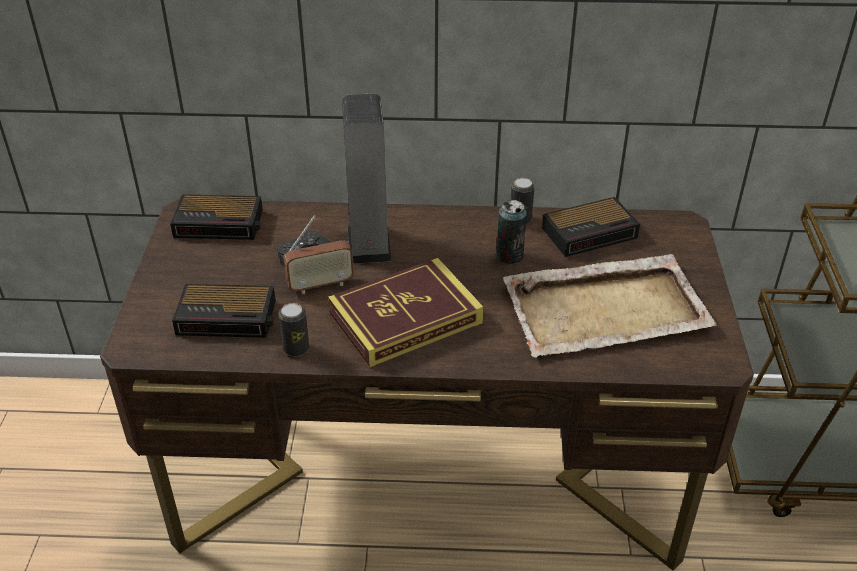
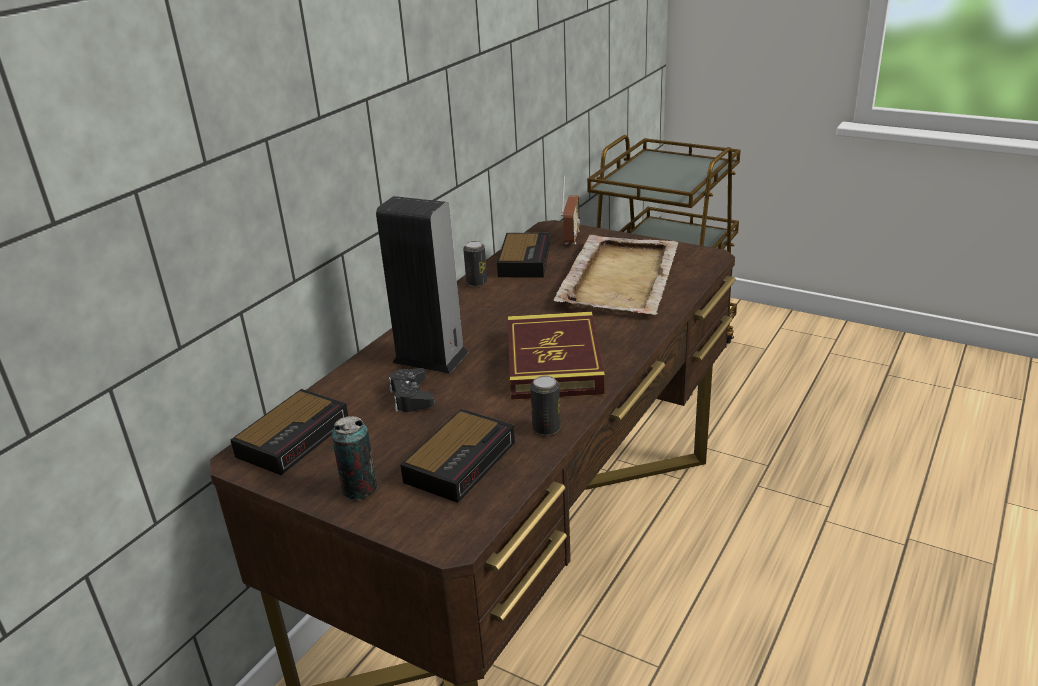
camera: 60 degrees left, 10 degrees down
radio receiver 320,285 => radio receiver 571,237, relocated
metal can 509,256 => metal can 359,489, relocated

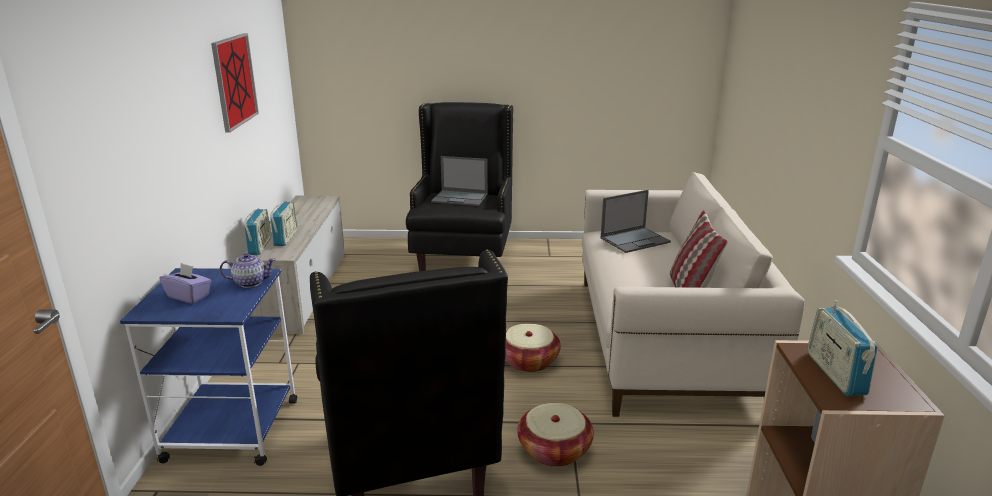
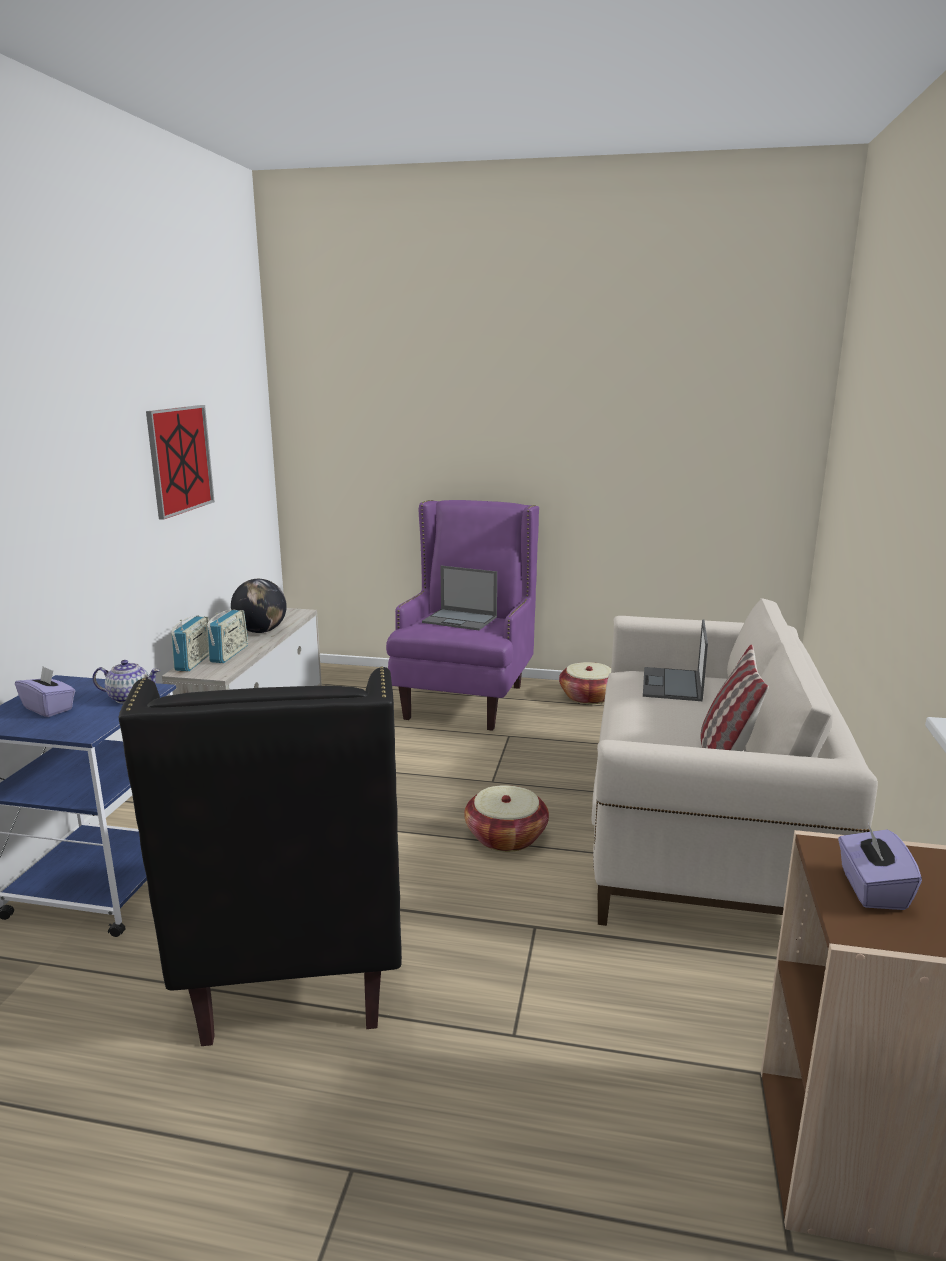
camera: 10 degrees right, 5 degrees down
nothing => world globe 261,631
storage basket 554,450 => storage basket 588,697, relocated
radio receiver 835,374 => purple tissue holder 871,889
blackish easy chair 463,260 => purple easy chair 465,701
laptop 635,240 => laptop 672,685, 120 degrees clockwise

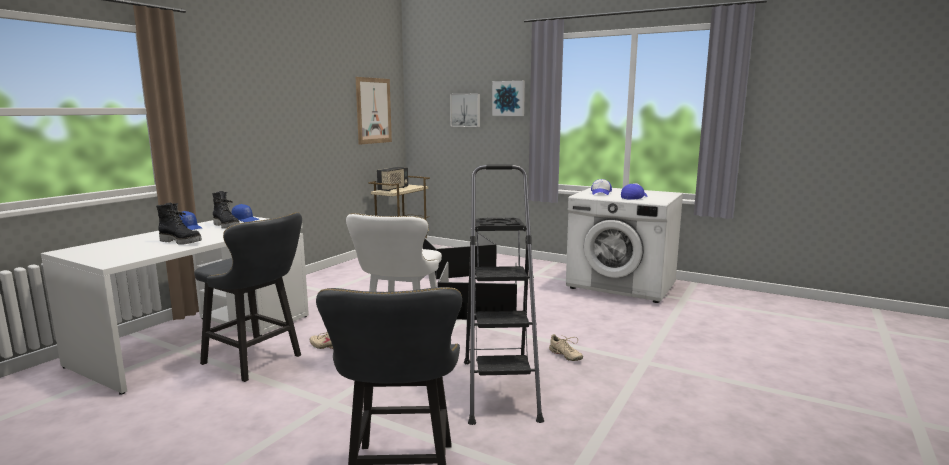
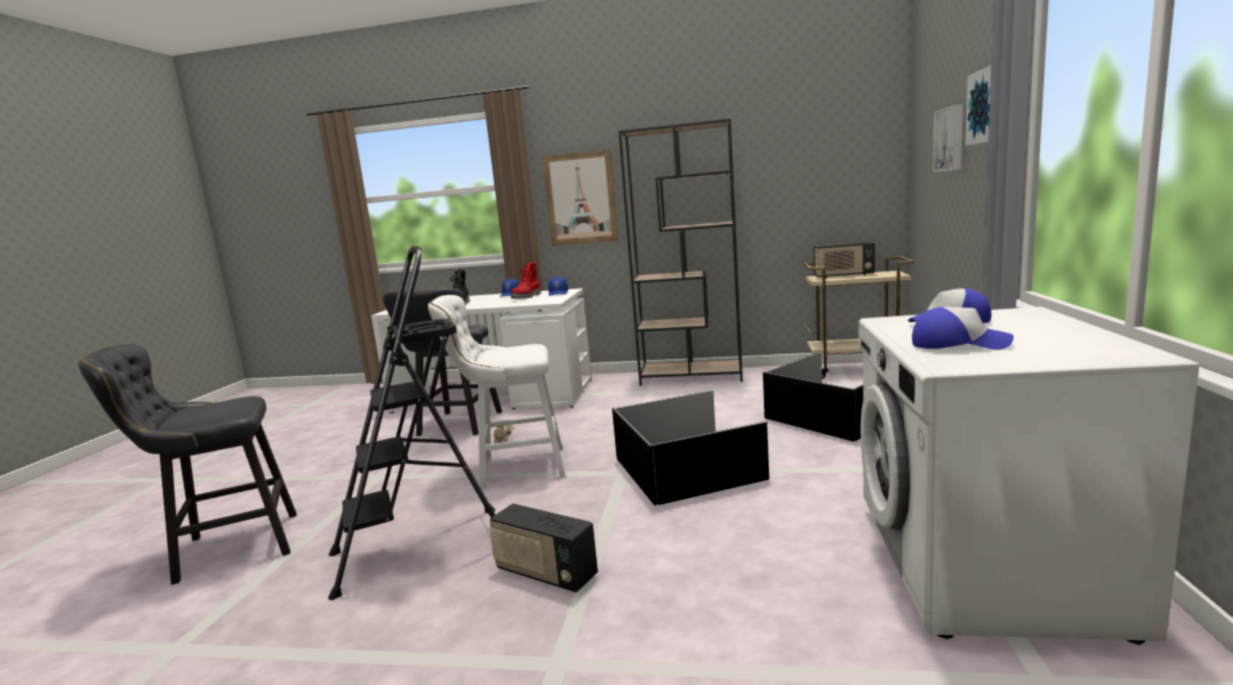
camera: 70 degrees right, 0 degrees up
nothing => bookcase 692,376
wall art 373,110 => wall art 580,198, relocated
beige item of footwear 565,355 => radio receiver 545,574
blackish boot 227,226 => red-coloured boot 527,297

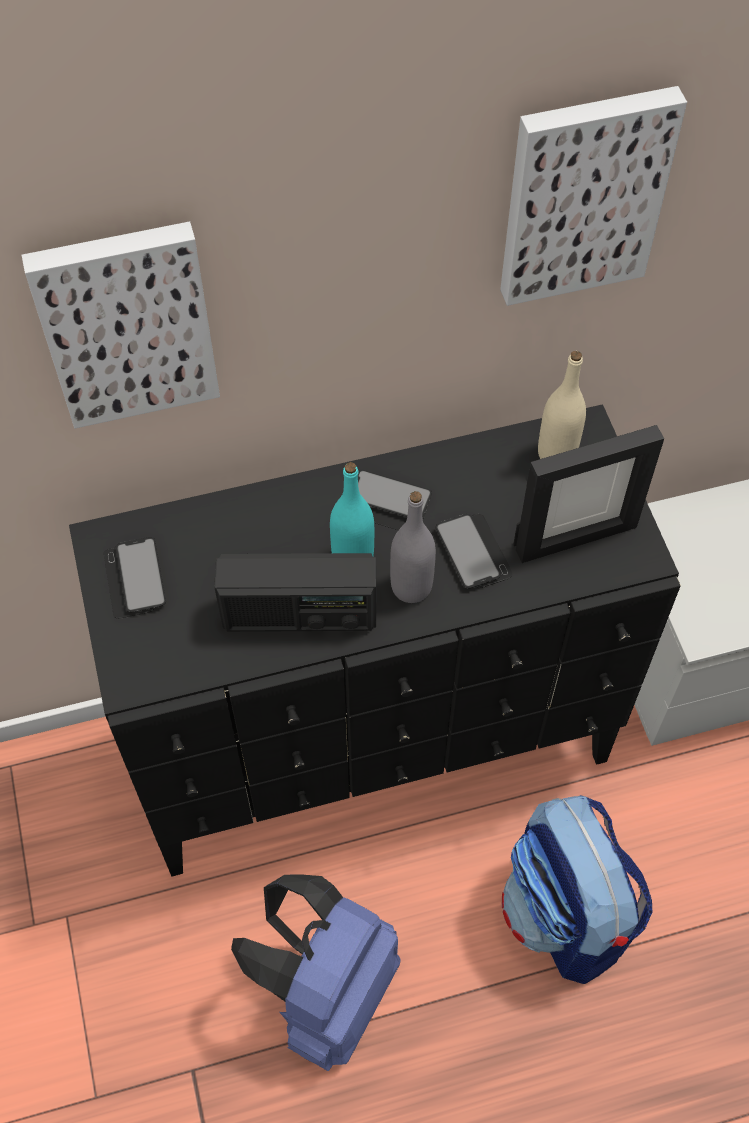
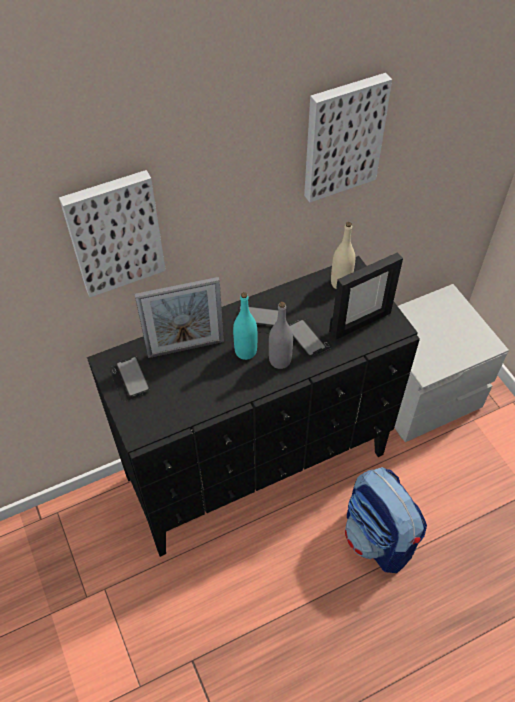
camera: 10 degrees left, 5 degrees down
radio receiver 299,614 => nothing
bluish backpack 326,991 => nothing
nothing => picture frame 185,348

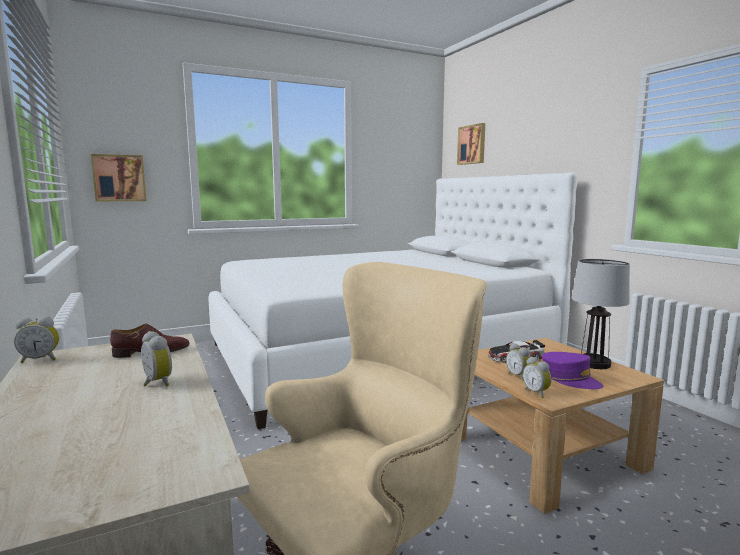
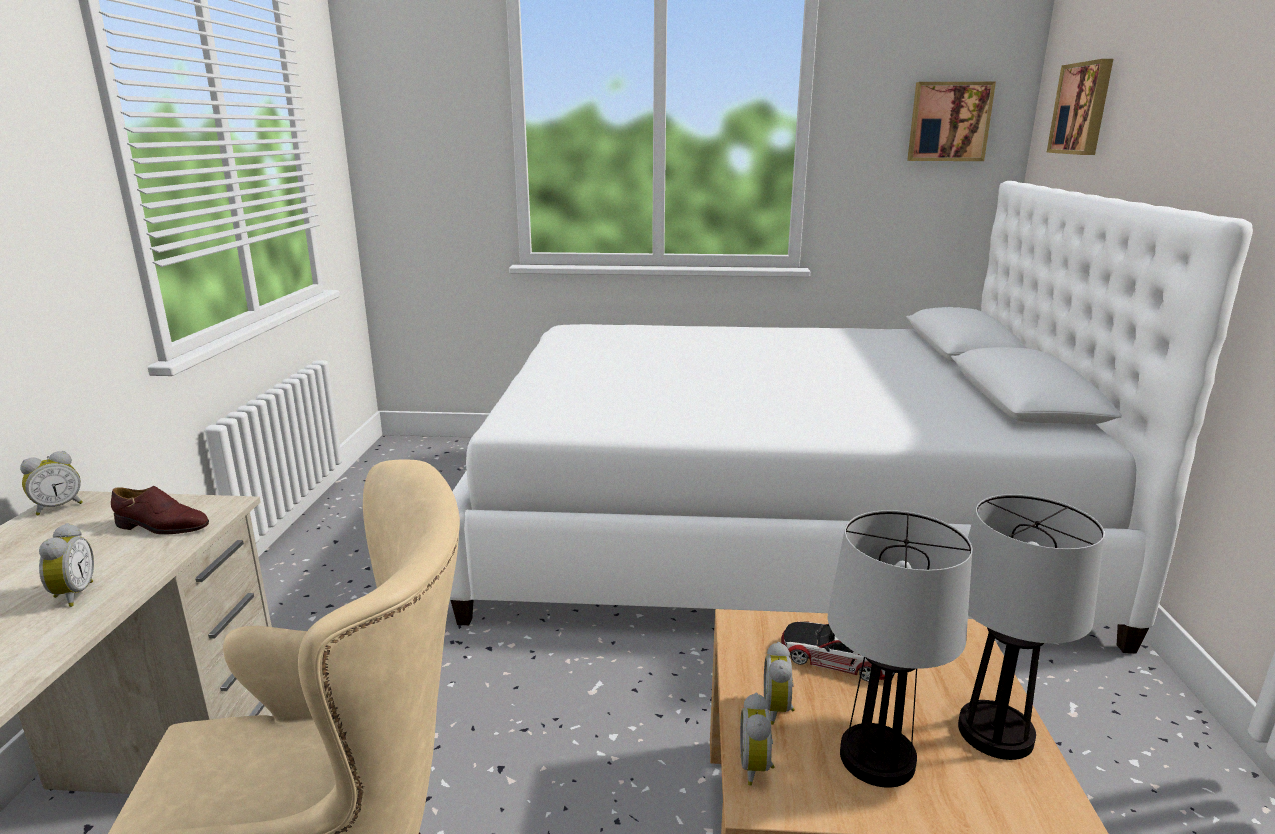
camera: 30 degrees right, 10 degrees up
wall art 119,178 => wall art 949,122, relocated
purple cap 570,379 => lamp for a table 877,757
bedside clock 40,359 => bedside clock 58,507, 60 degrees counterclockwise

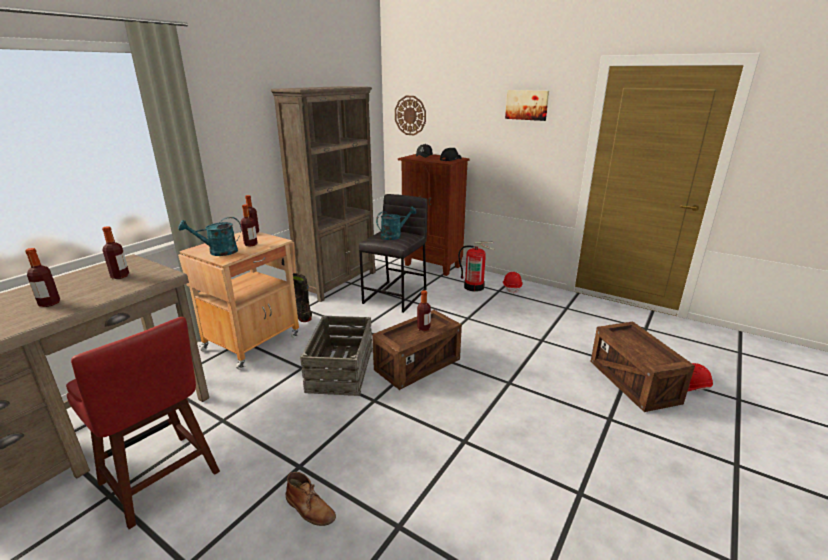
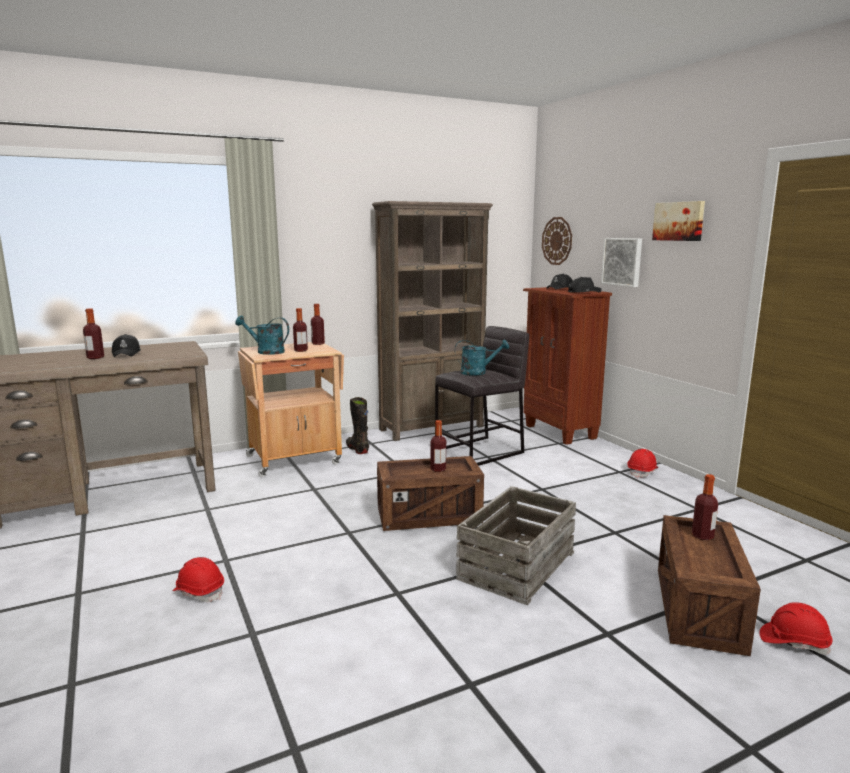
camera: 30 degrees right, 10 degrees down
red-coloured plain chair 162,481 => nothing
fire-fighting cylinder 474,287 => nothing
nothing => blackish cap 127,353
nothing => wall art 622,261
beverage bottle 120,276 => beverage bottle 702,536, relocated
packing crate 340,369 => packing crate 516,565, relocated
brownish boot 310,508 => red-coloured work helmet 199,592

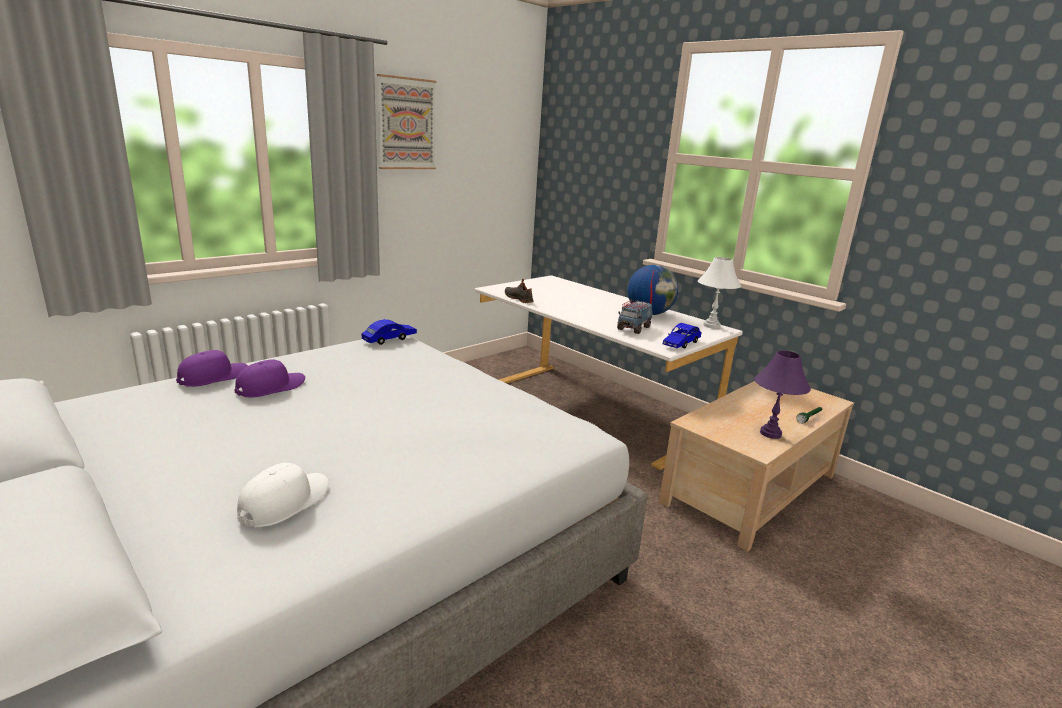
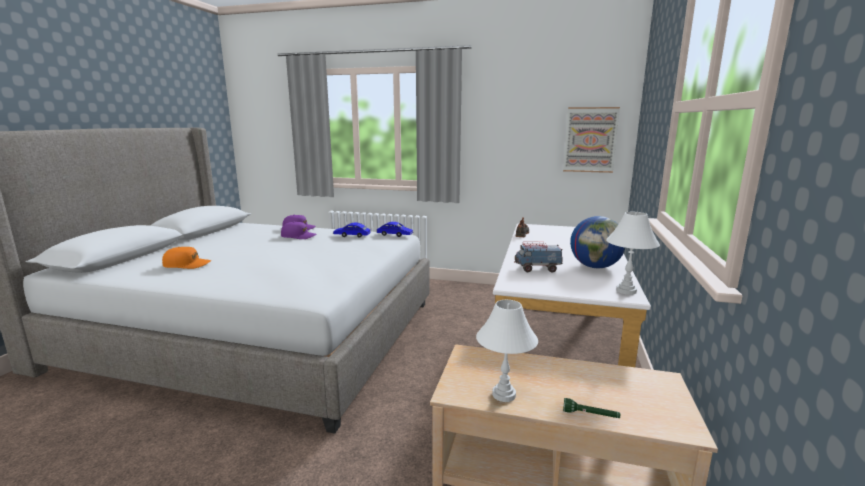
camera: 60 degrees right, 5 degrees down
wall art 406,124 => wall art 590,140, relocated
bluish miniature car 681,344 => bluish miniature car 352,235, relocated
white-coloured cap 285,502 => orange cap 187,265
purple lamp for a table 771,433 => white-coloured lamp for a table 504,395

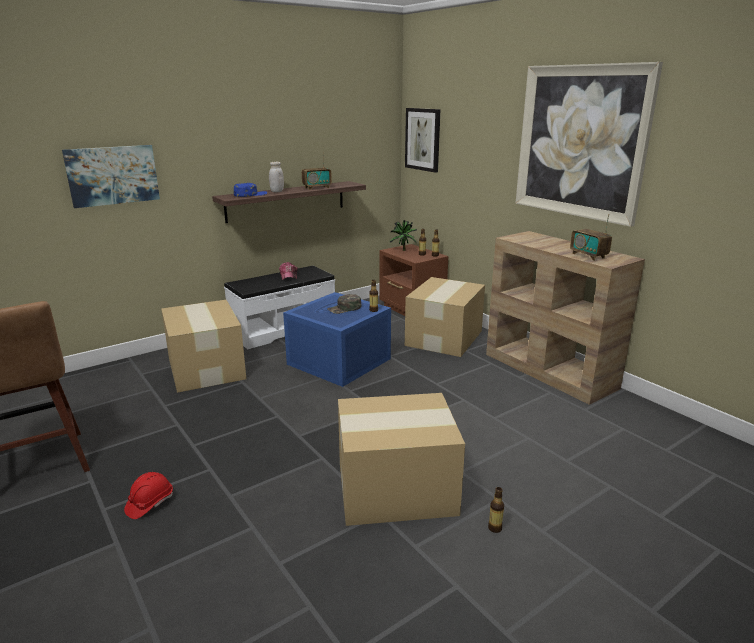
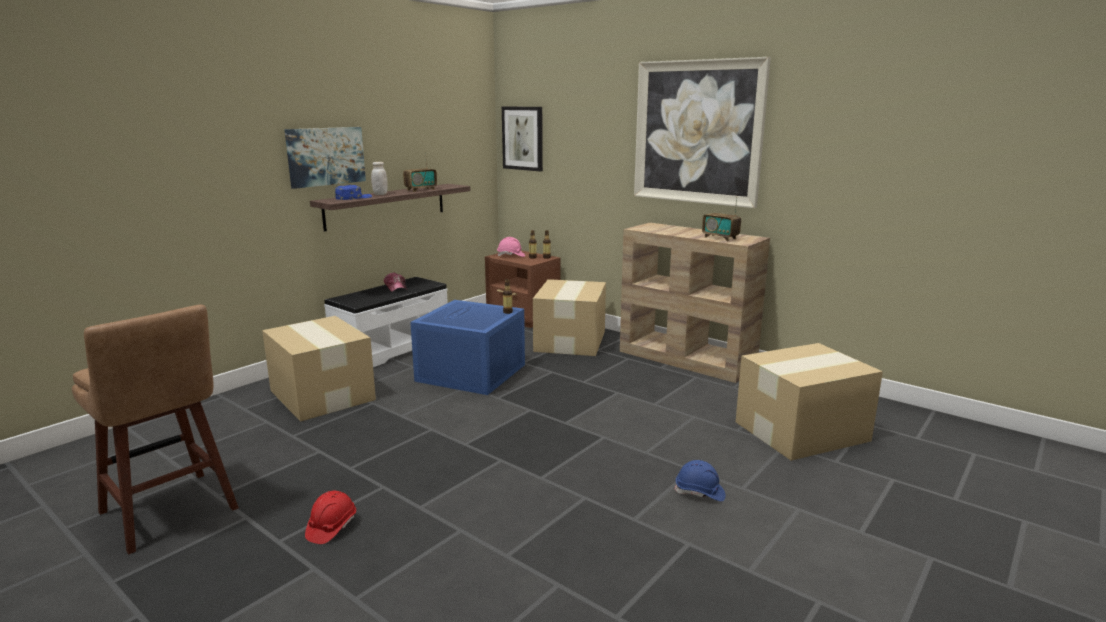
camera: 15 degrees left, 5 degrees down
greenish cap 344,308 => nothing
wall art 112,175 => wall art 326,156, relocated
carton 398,489 => carton 803,431, relocated
houseplant 403,251 => pink work helmet 511,256
beverage bottle 495,528 => bluish work helmet 699,493

